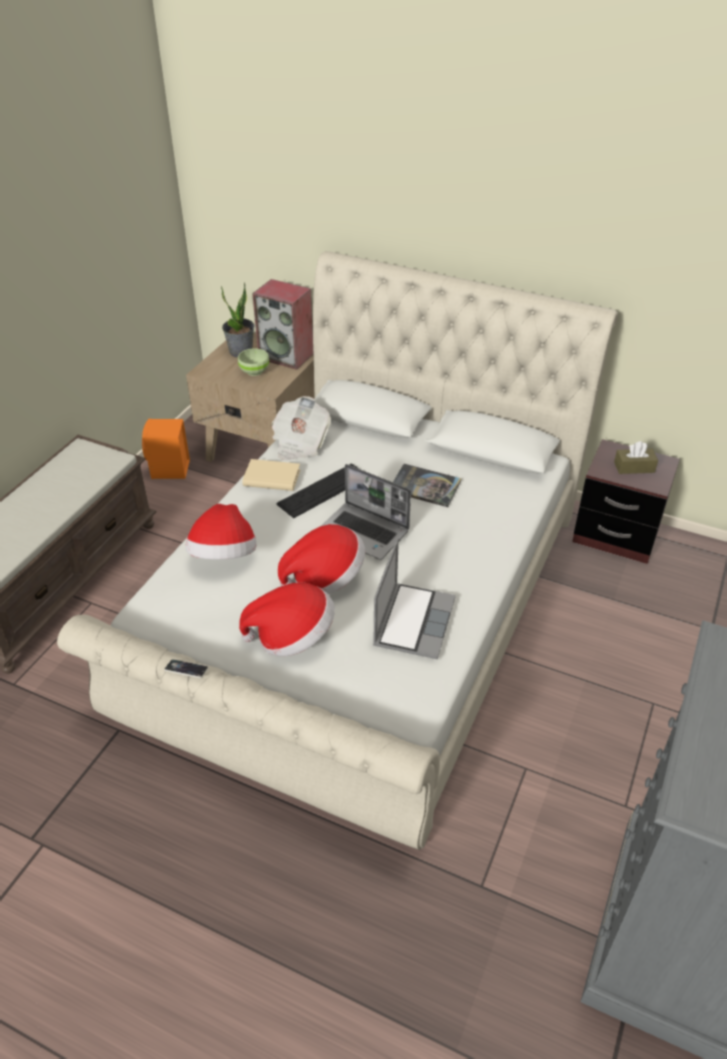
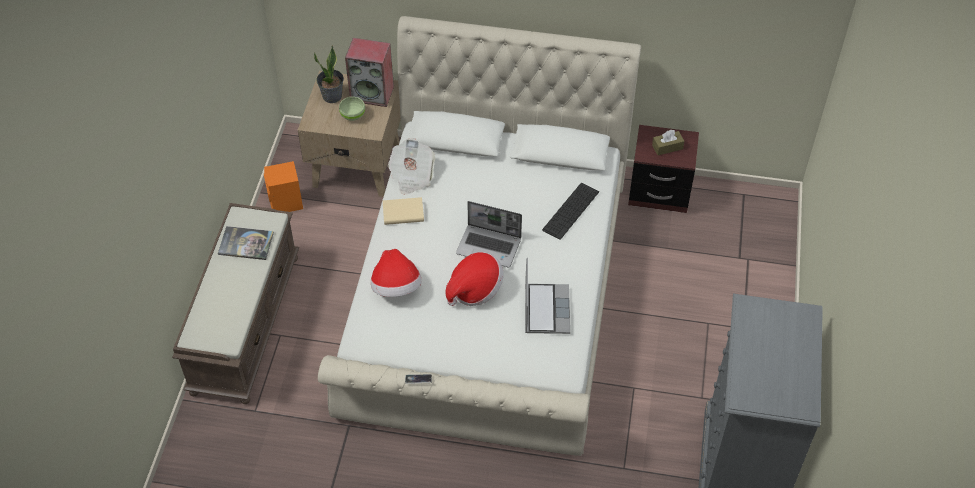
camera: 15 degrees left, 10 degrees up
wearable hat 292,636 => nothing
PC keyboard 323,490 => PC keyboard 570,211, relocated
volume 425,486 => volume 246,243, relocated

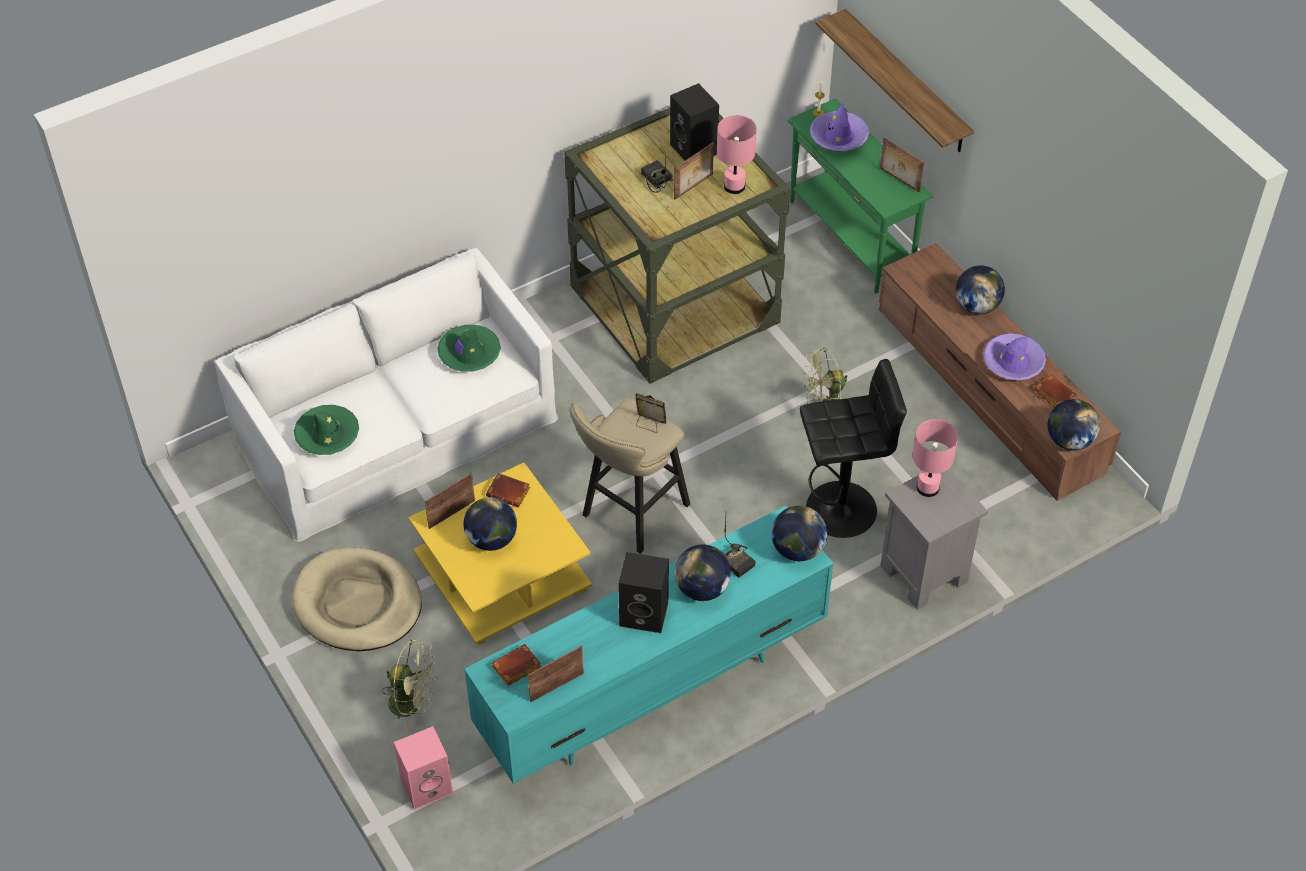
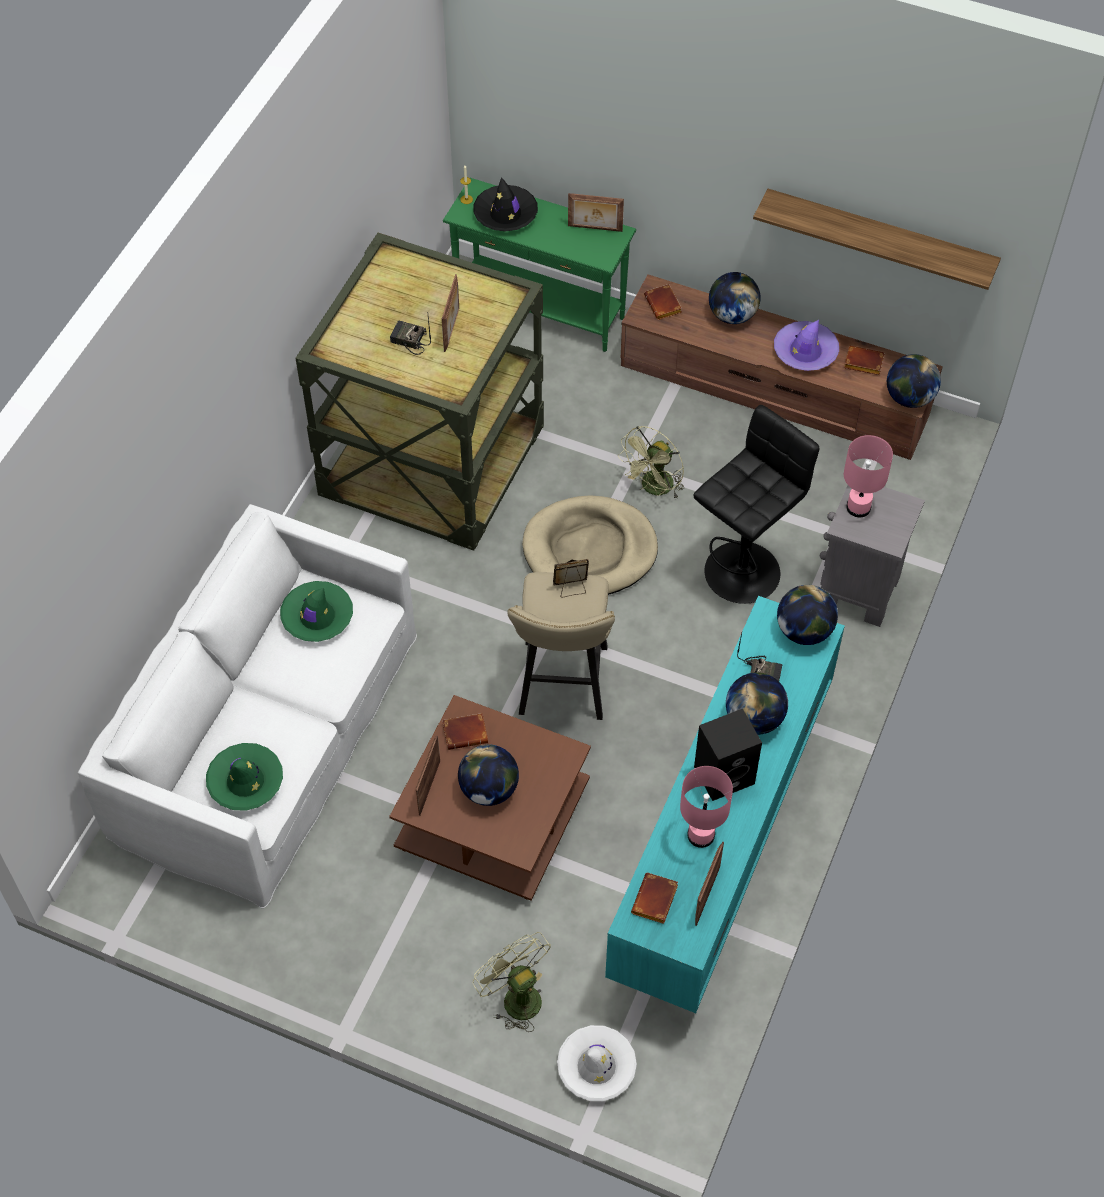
camera: 35 degrees left, 5 degrees up
blackish audio speaker 695,149 => nothing
nothing => brownish volume 664,305
beige dog cushion 357,604 => beige dog cushion 589,550, relocated
pink lamp for a table 735,186 => pink lamp for a table 701,835, relocated
wall shelf 906,82 => wall shelf 879,238, relocated
pink audio speaker 427,785 => white-coloured wearable hat 596,1066
yellow-coloured coffee table 503,572 => brownish coffee table 492,815
purple wearable hat 838,137 => blackish wearable hat 505,214
greenish cooling fan 413,703 => greenish cooling fan 515,996, 105 degrees counterclockwise

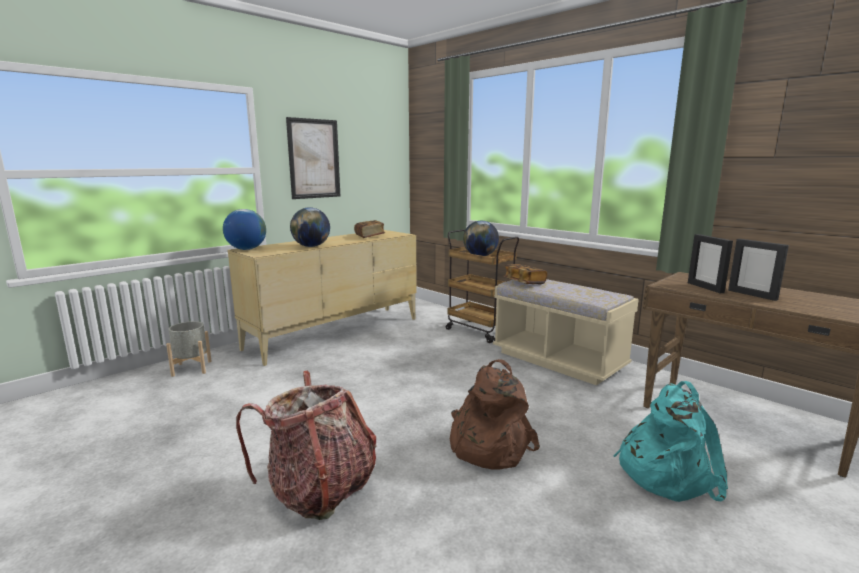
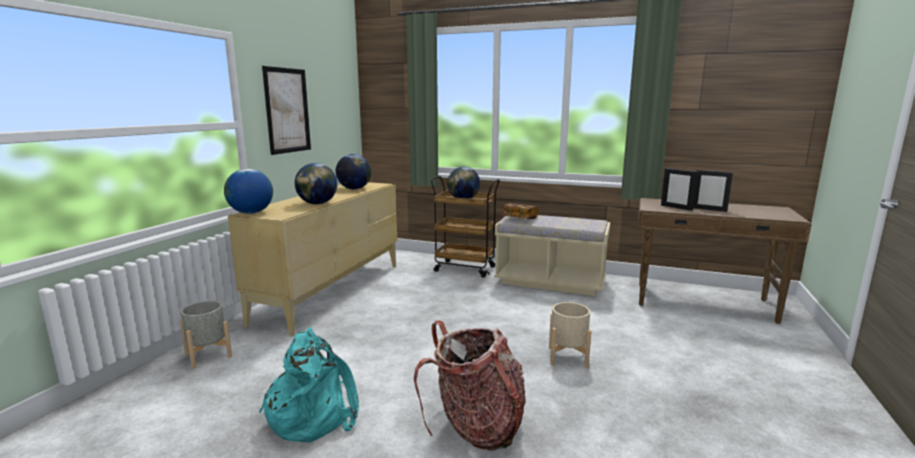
camera: 25 degrees left, 0 degrees up
blue-green backpack 665,472 => blue-green backpack 313,414, relocated
volume 369,236 => world globe 354,189
brownish backpack 487,445 => beige planter 567,357

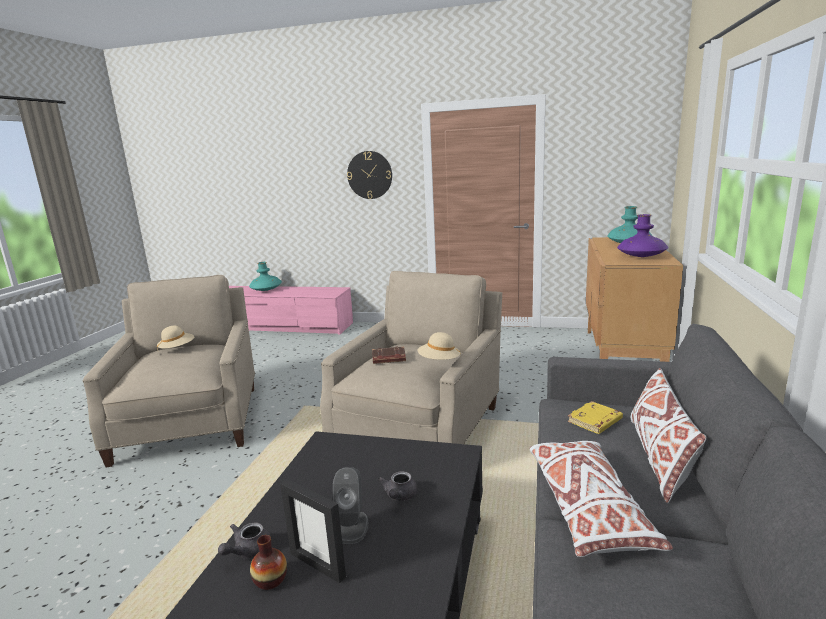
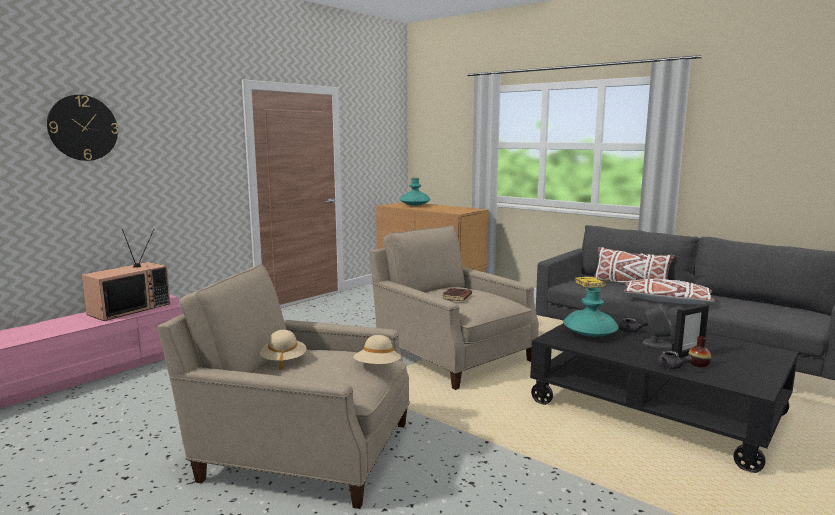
camera: 65 degrees left, 5 degrees down
purple decorative vase 641,256 => nothing
nothing => TV set 129,308
blue-green decorative vase 266,290 => blue-green decorative vase 589,334, relocated
clock on the wall 369,175 => clock on the wall 83,128, relocated
beige wearable hat 439,361 => beige wearable hat 377,368, relocated

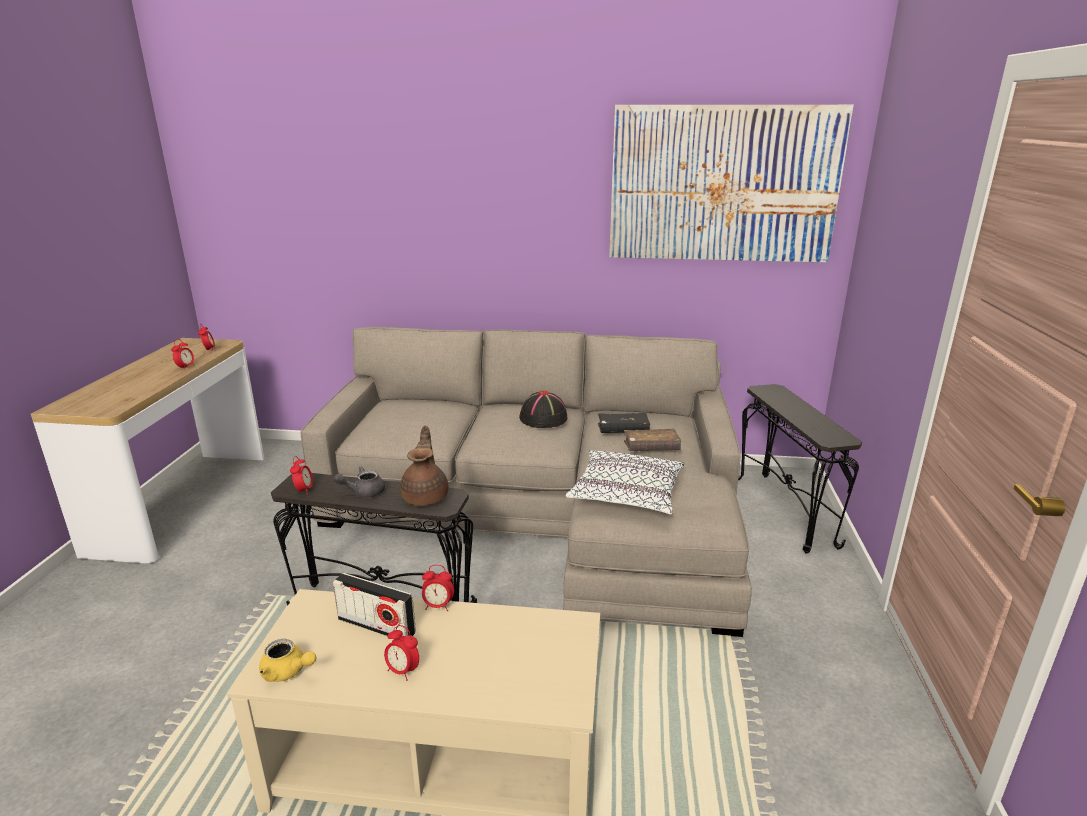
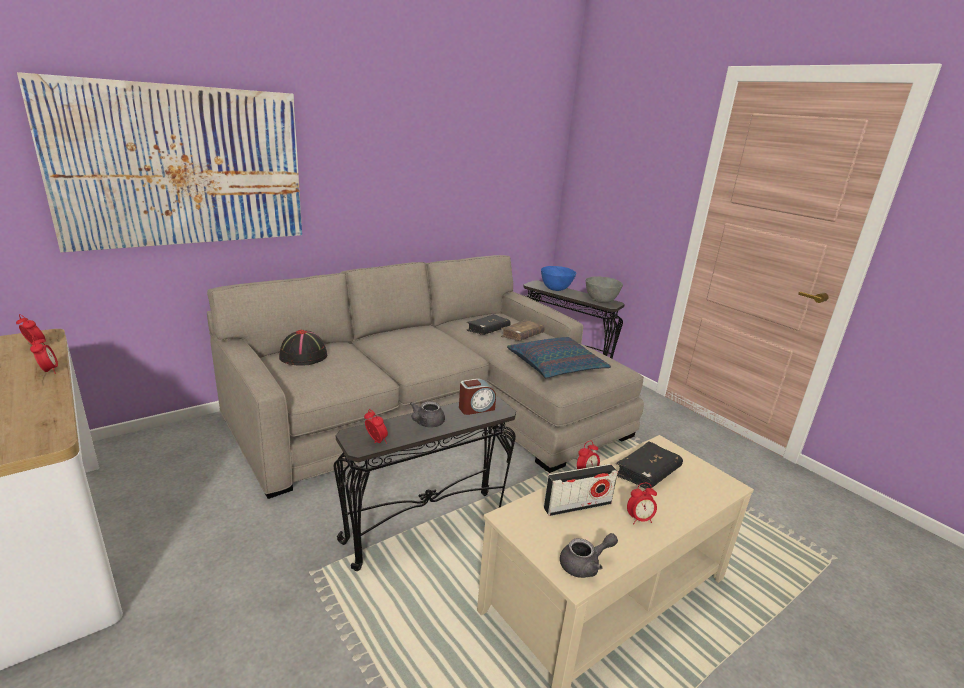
camera: 45 degrees left, 0 degrees up
nothing => bluish bowl 555,289
nothing => greyish bowl 601,301
nothing => blackish volume 647,473
blackish wearable hat 543,419 => blackish wearable hat 304,356, relocated
wall art 723,184 => wall art 183,167, relocated
brownish tea pot 426,496 => bedside clock 476,408
yellow-coloured tea pot 287,672 => greyish tea pot 585,565
white-coloured cushion 626,494 => bluish cushion 556,367

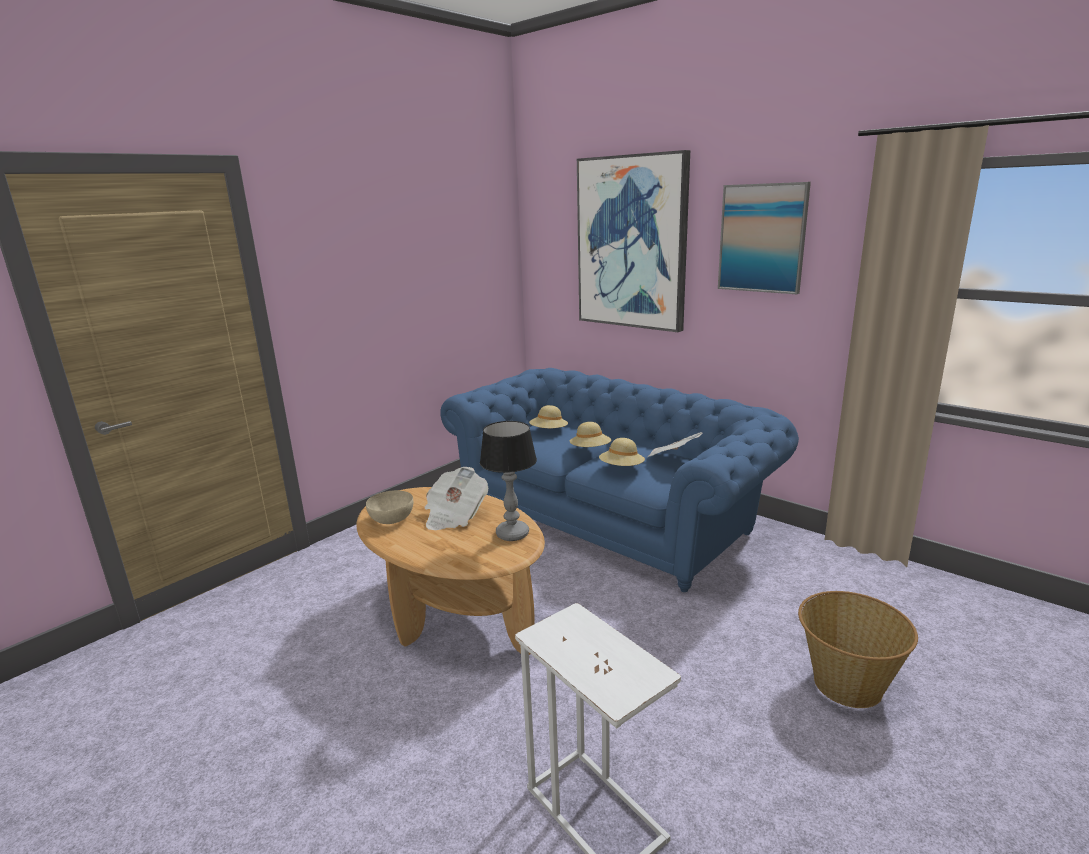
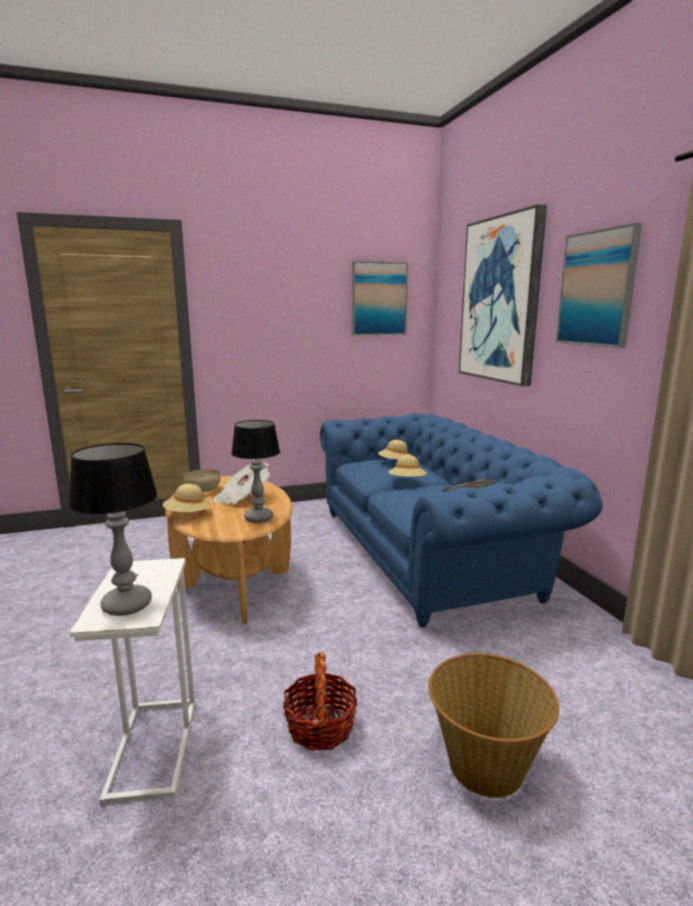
camera: 30 degrees right, 5 degrees down
nothing => lamp for a table 127,605
nothing => storage basket 320,727
nothing => wall art 379,299
beige wearable hat 621,468 => beige wearable hat 187,515, relocated

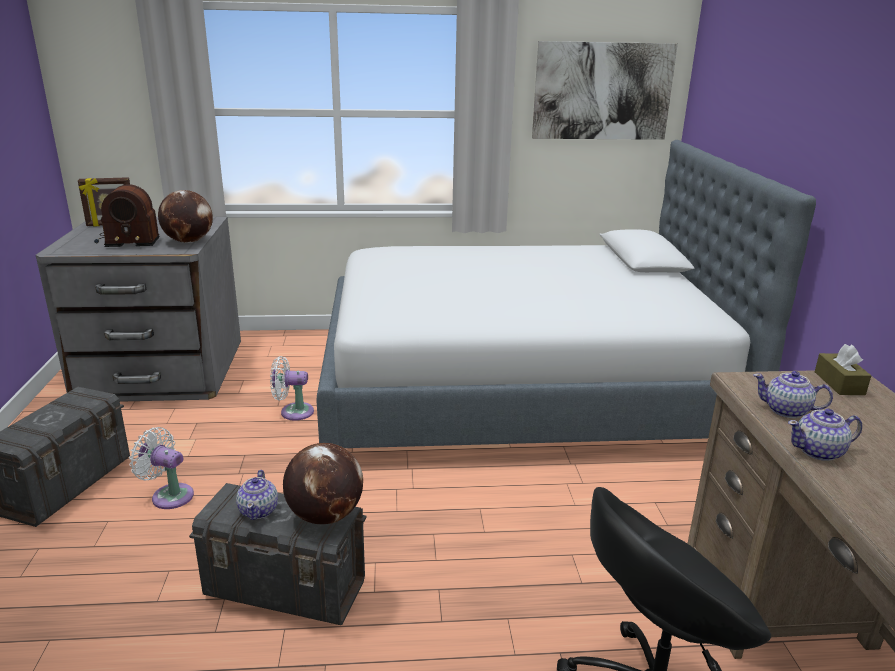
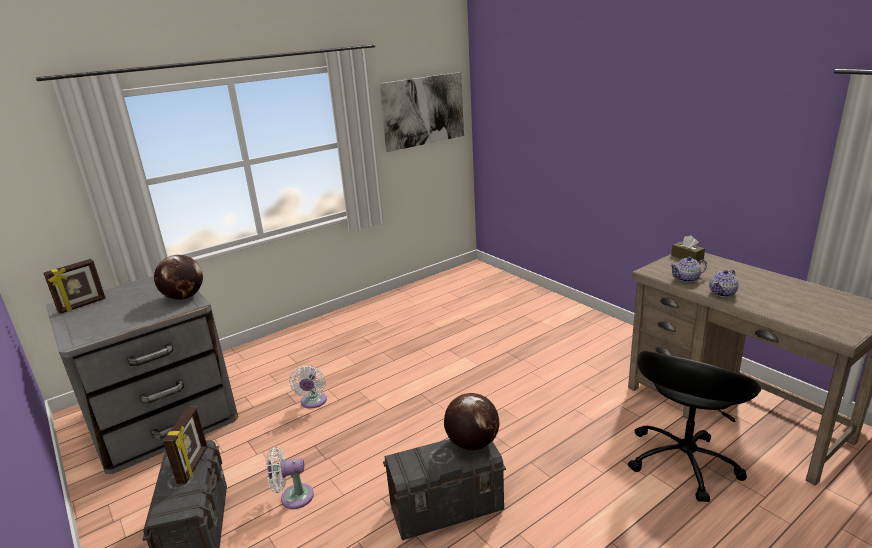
camera: 30 degrees left, 0 degrees up
radio receiver 127,240 => nothing
tea pot 259,510 => nothing
bedroom bed 519,388 => nothing
nothing => picture frame 193,465
white-coloured cooling fan 293,412 => white-coloured cooling fan 313,402, 60 degrees counterclockwise

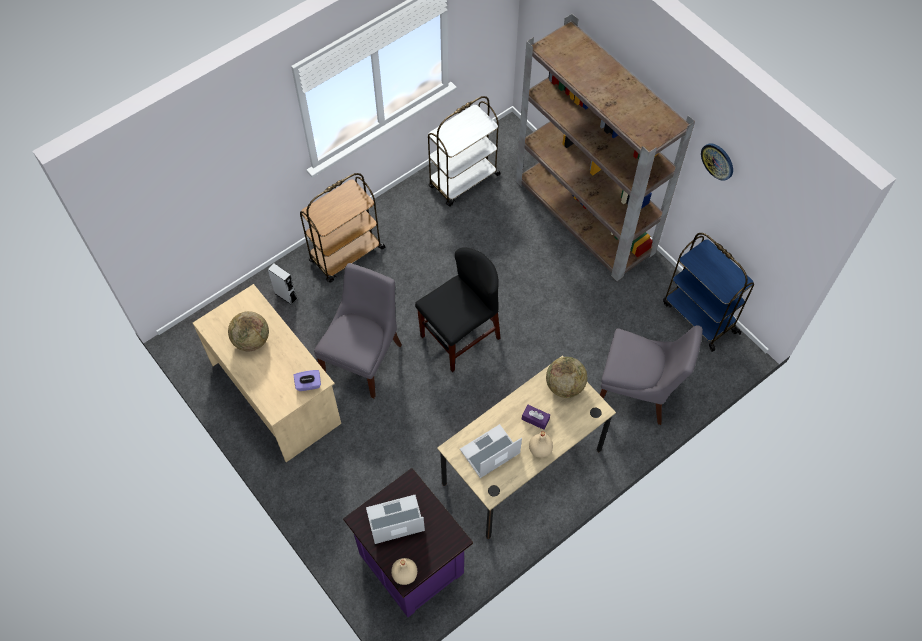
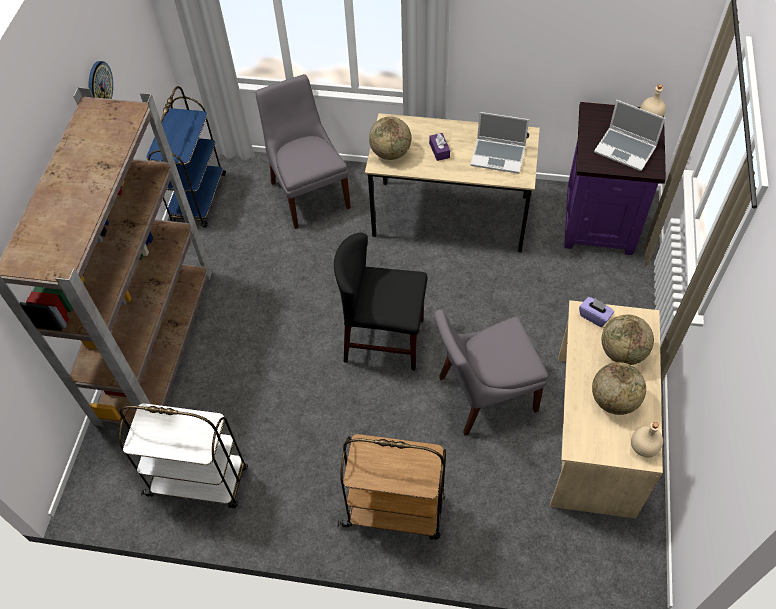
camera: 130 degrees left, 5 degrees down
greyish audio speaker 286,296 => nothing
nothing => world globe 622,352
beige beverage bottle 540,449 => beige beverage bottle 643,447, relocated

